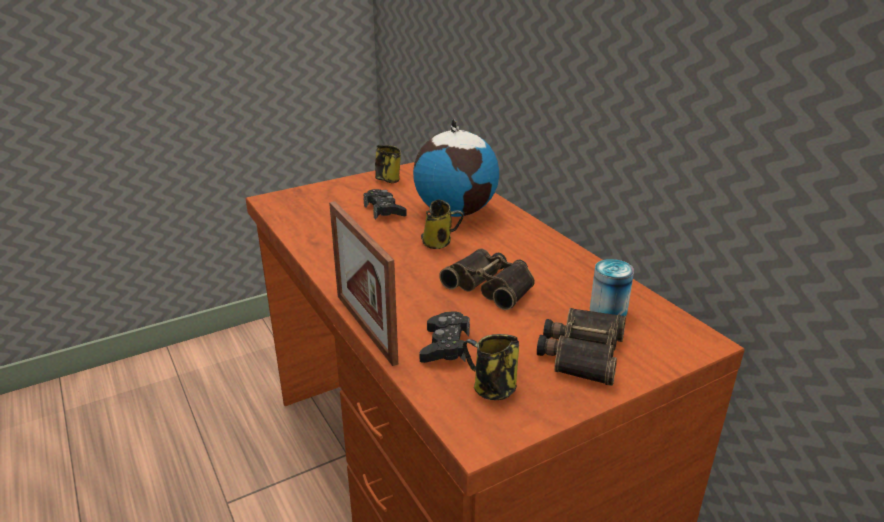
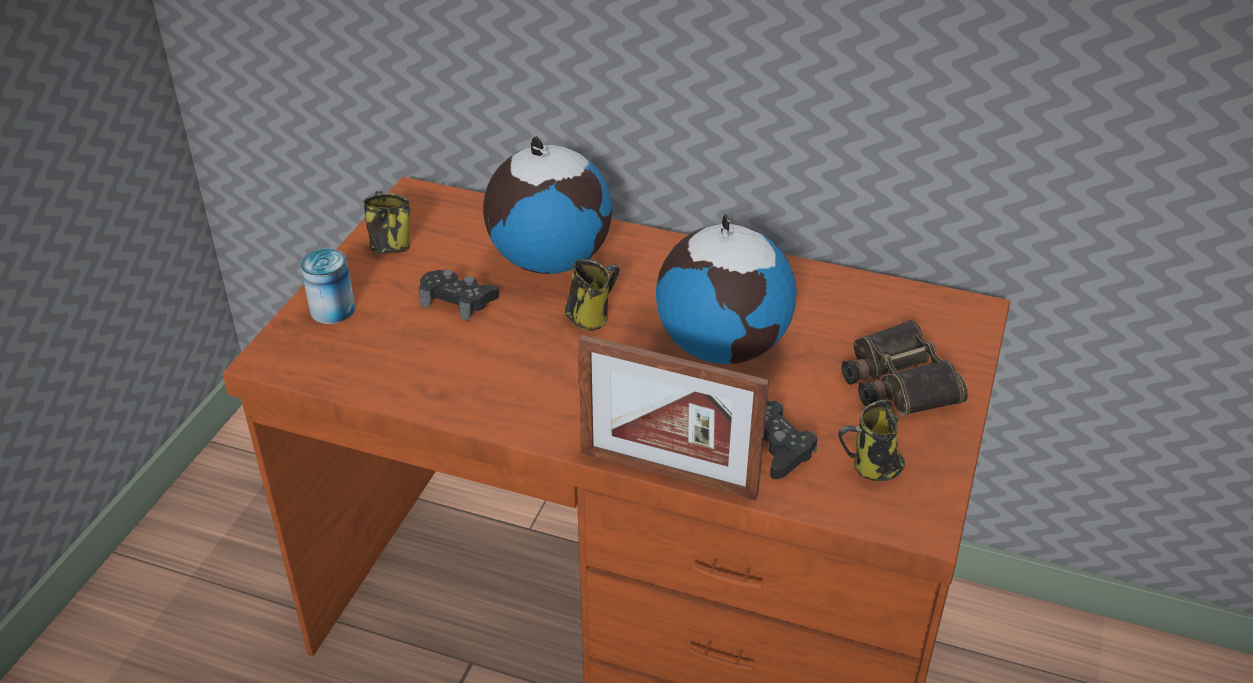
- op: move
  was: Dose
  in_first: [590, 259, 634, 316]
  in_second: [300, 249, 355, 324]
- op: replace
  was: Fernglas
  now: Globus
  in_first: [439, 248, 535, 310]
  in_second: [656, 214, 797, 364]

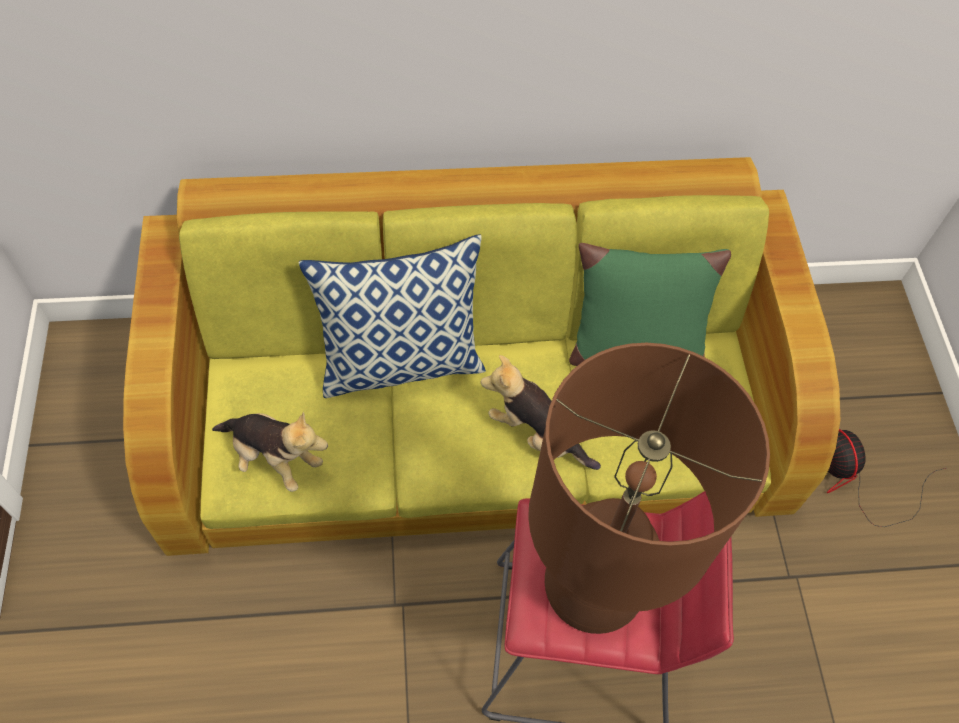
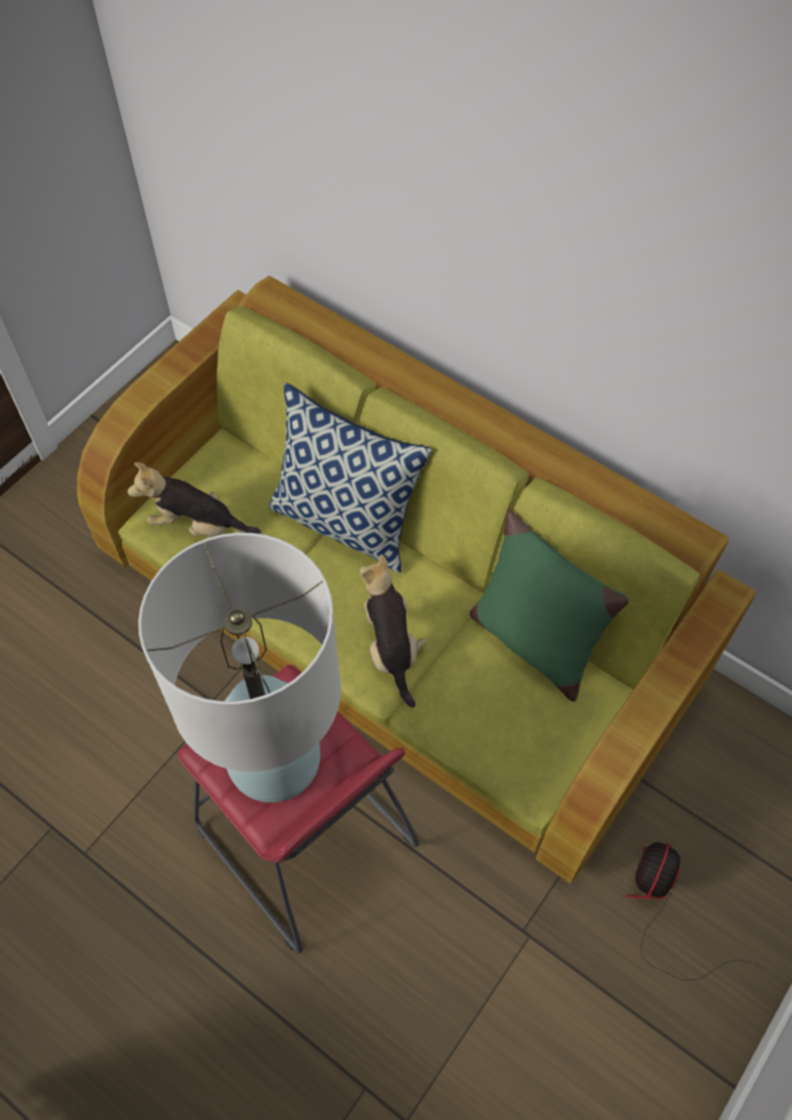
- op: rotate
  was: Plüschtier
  in_first: [212, 412, 328, 492]
  in_second: [128, 462, 261, 537]
  clockwise: 120
- op: recolor
  was: Tischlampe (braun)
  now: Tischlampe (weiß)
  in_first: [528, 343, 770, 634]
  in_second: [138, 533, 341, 803]

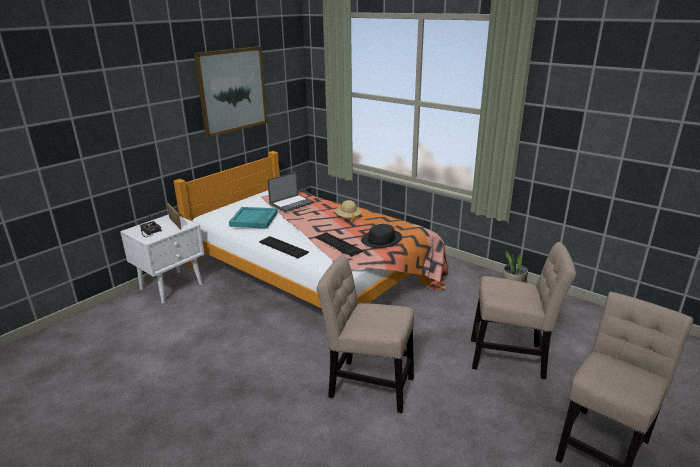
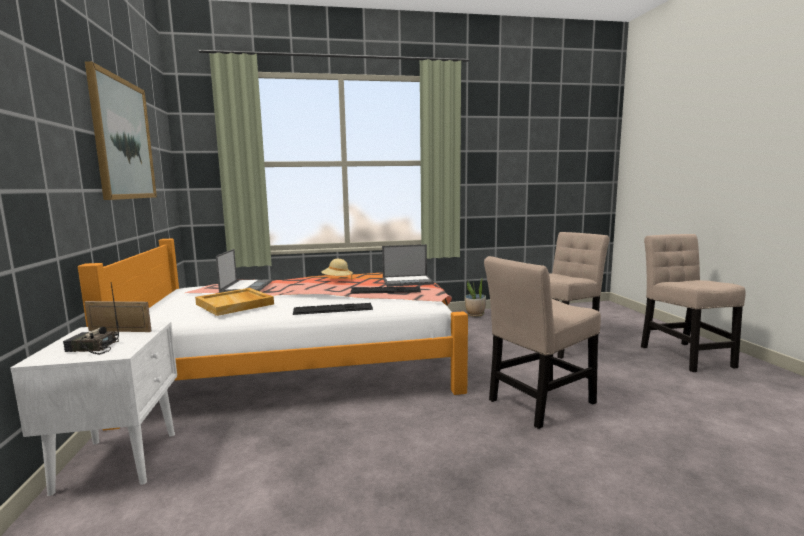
- op: recolor
  was: Tablett (türkis)
  now: Tablett (beige)
  in_first: [229, 207, 278, 229]
  in_second: [195, 288, 274, 316]
- op: replace
  was: Hut (schwarz)
  now: Laptop
  in_first: [361, 224, 402, 248]
  in_second: [382, 244, 434, 287]

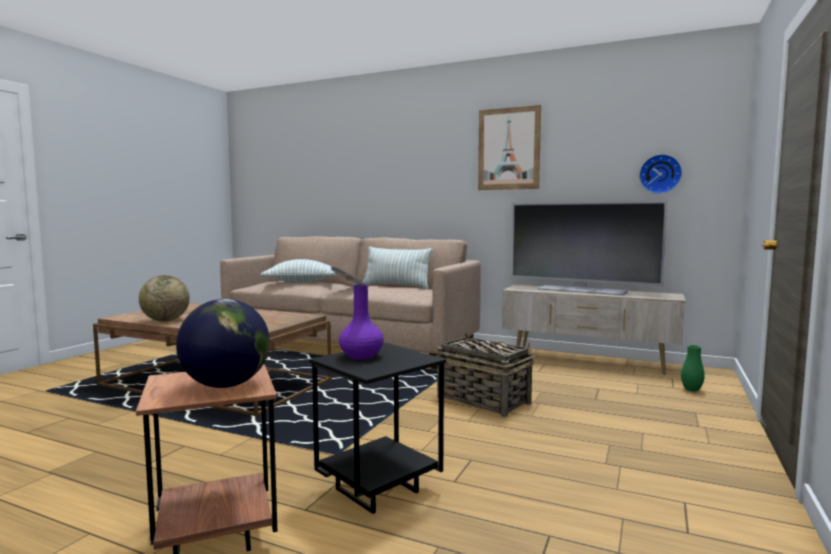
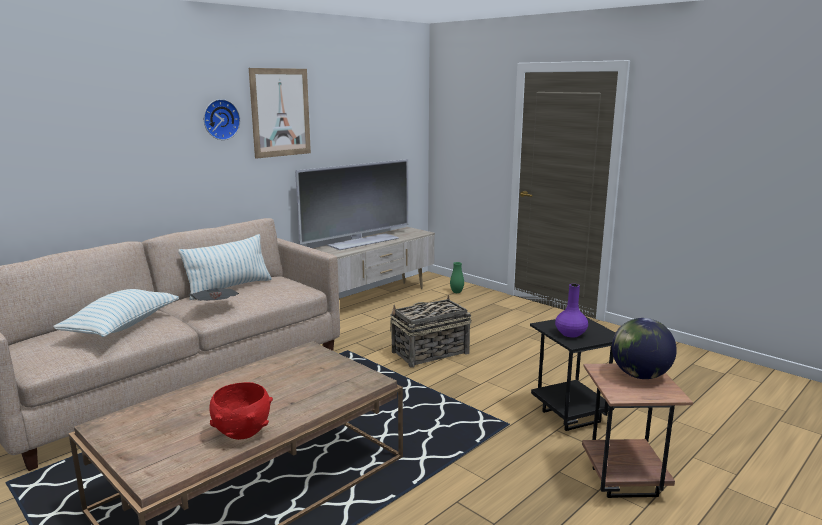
- op: move
  was: Wanduhr
  in_first: [639, 154, 682, 194]
  in_second: [204, 99, 240, 140]
- op: replace
  was: Globus
  now: Schüssel (rot)
  in_first: [139, 275, 190, 321]
  in_second: [210, 382, 273, 440]

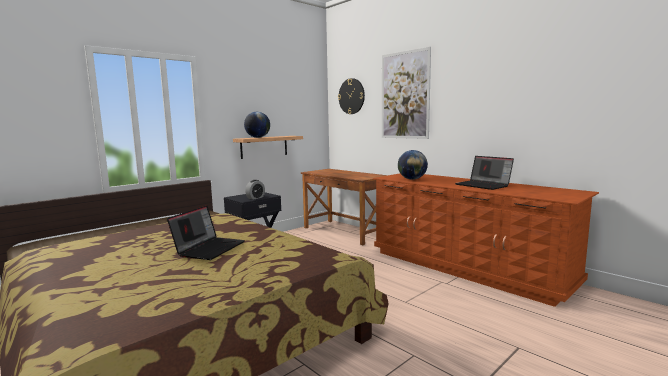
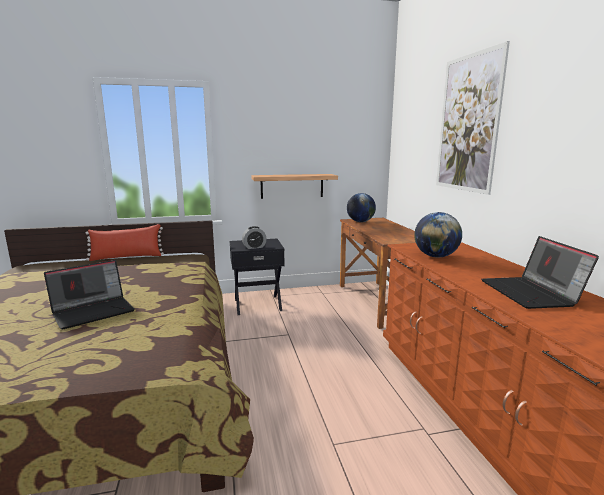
- op: insert
  now: Kissen (rot)
  in_second: [86, 224, 164, 261]
- op: move
  was: Globus
  in_first: [244, 112, 270, 138]
  in_second: [347, 193, 376, 222]
- op: delete
  was: Wanduhr
  in_first: [338, 78, 365, 114]

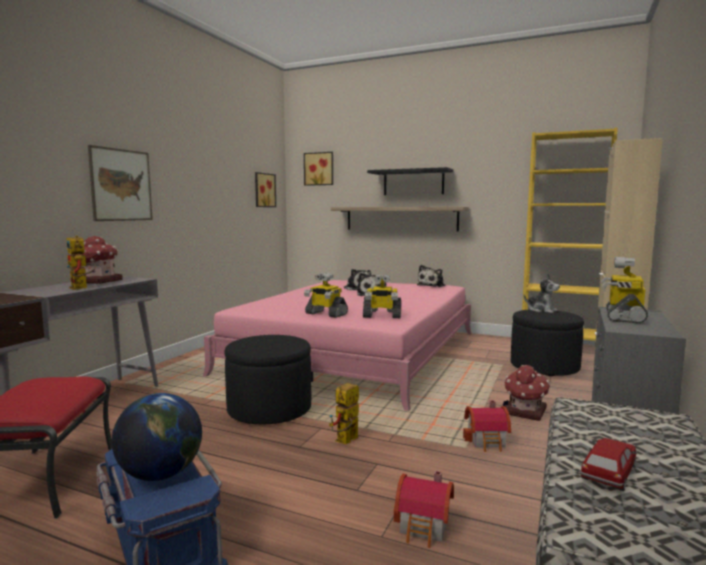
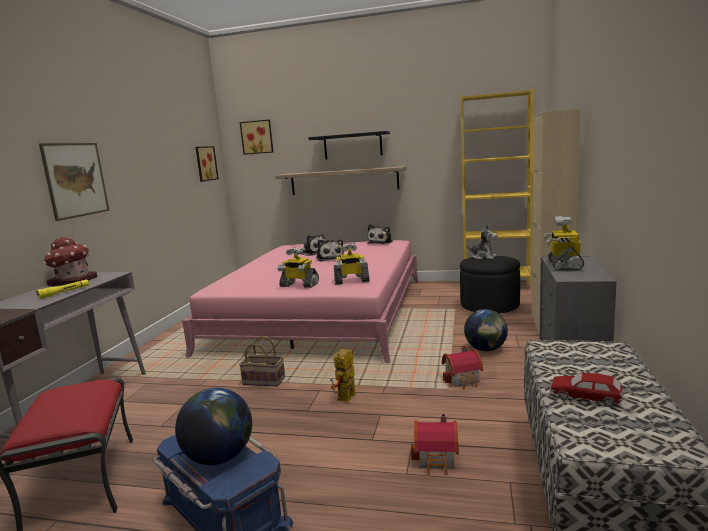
- op: replace
  was: Spielzeugroboter
  now: Taschenlampe (gelb)
  in_first: [67, 235, 96, 290]
  in_second: [36, 280, 89, 299]
- op: replace
  was: Polsterhocker (schwarz)
  now: Korb
  in_first: [224, 335, 311, 424]
  in_second: [239, 336, 285, 387]
- op: replace
  was: Spielzeughaus
  now: Globus
  in_first: [502, 365, 550, 421]
  in_second: [464, 309, 508, 351]
- op: rotate
  was: Spielzeugauto
  in_first: [580, 438, 637, 491]
  in_second: [550, 373, 623, 407]
  clockwise: -90

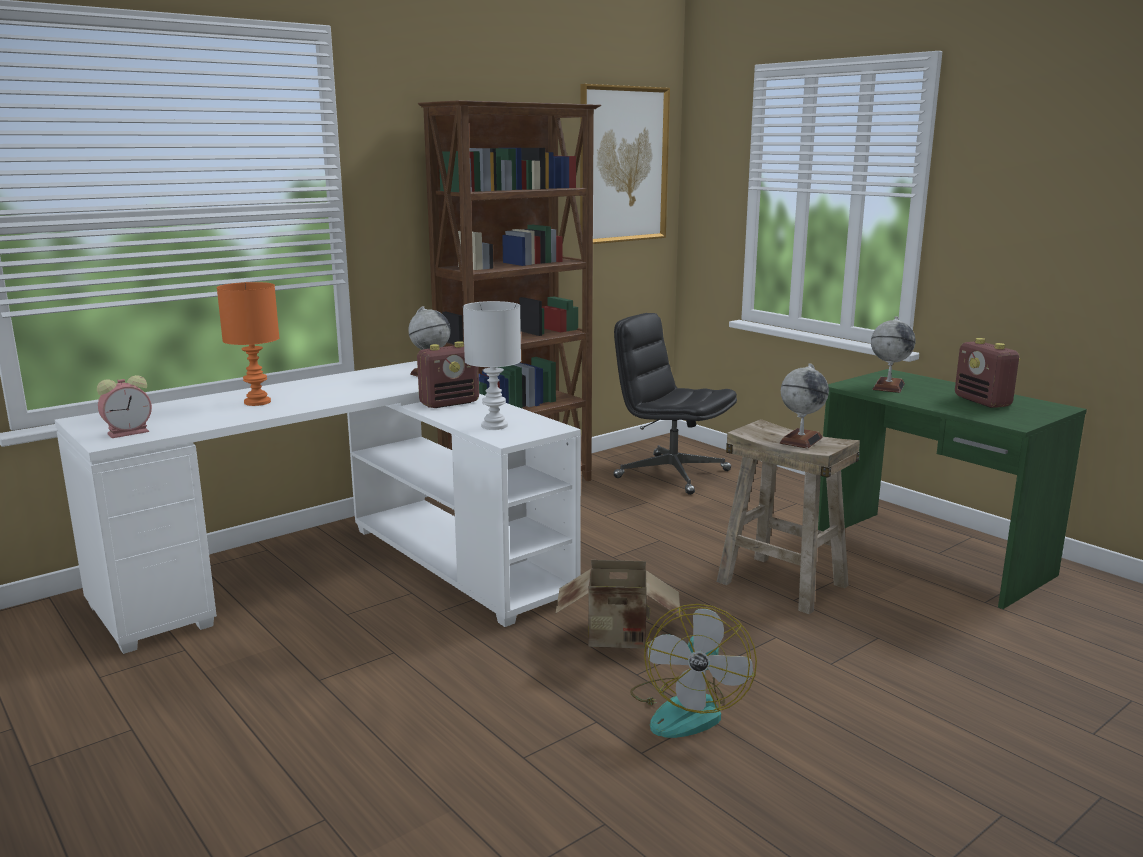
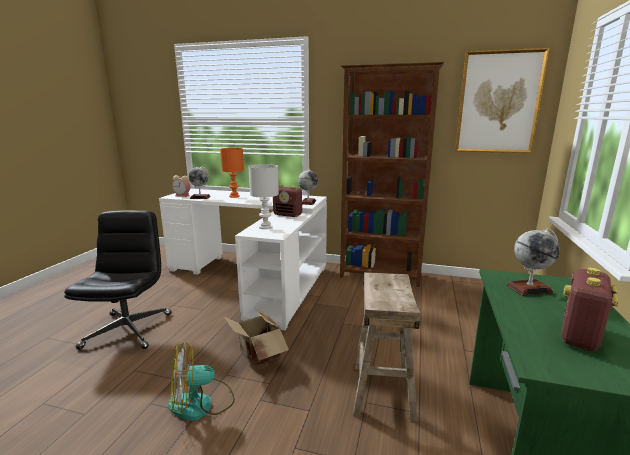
- op: move
  was: Bürostuhl (schwarz)
  in_first: [613, 313, 737, 495]
  in_second: [64, 210, 172, 350]
- op: move
  was: Globus
  in_first: [779, 363, 829, 449]
  in_second: [188, 166, 211, 199]

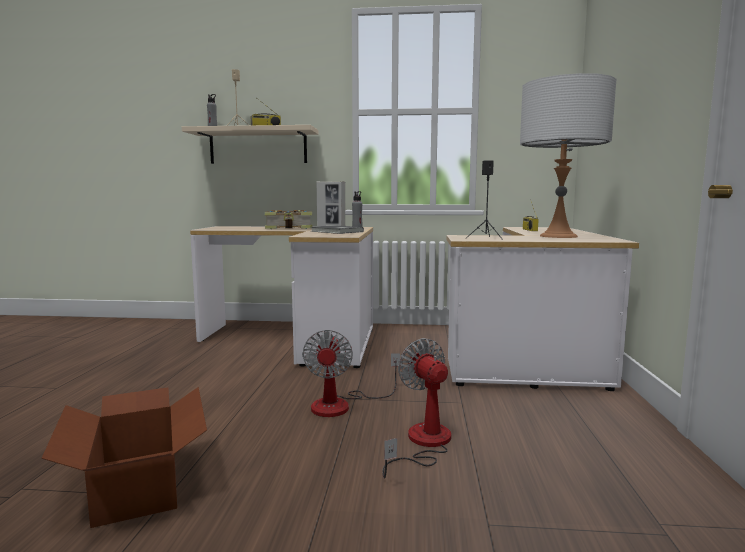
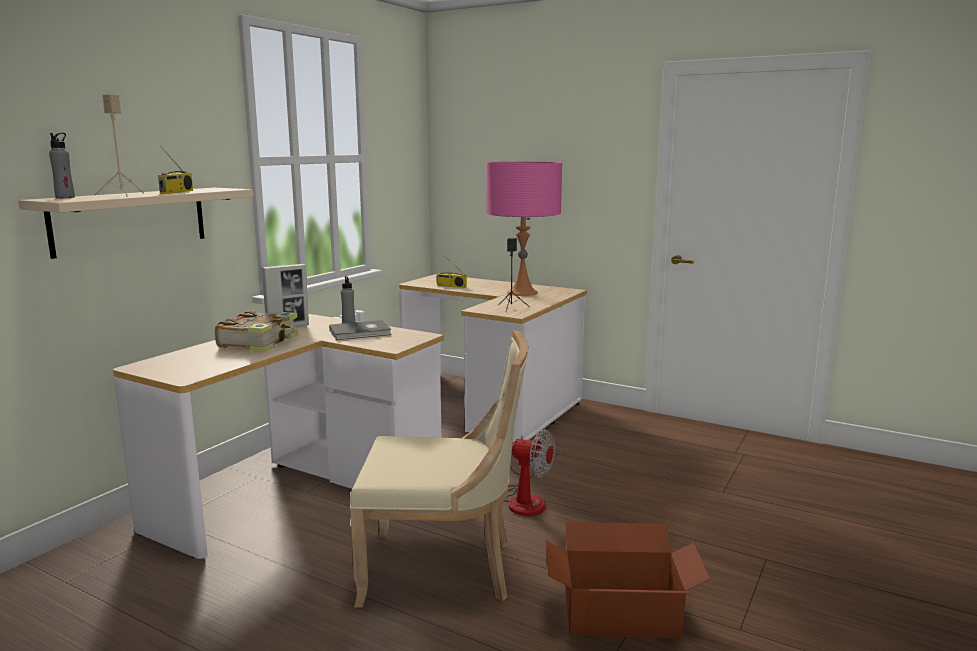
- op: insert
  now: Stuhl (beige)
  in_second: [350, 330, 529, 608]
- op: recolor
  was: Tischlampe (weiß)
  now: Tischlampe (rosa)
  in_first: [520, 73, 616, 238]
  in_second: [486, 162, 562, 296]
- op: delete
  was: Ventilator
  in_first: [382, 338, 451, 479]

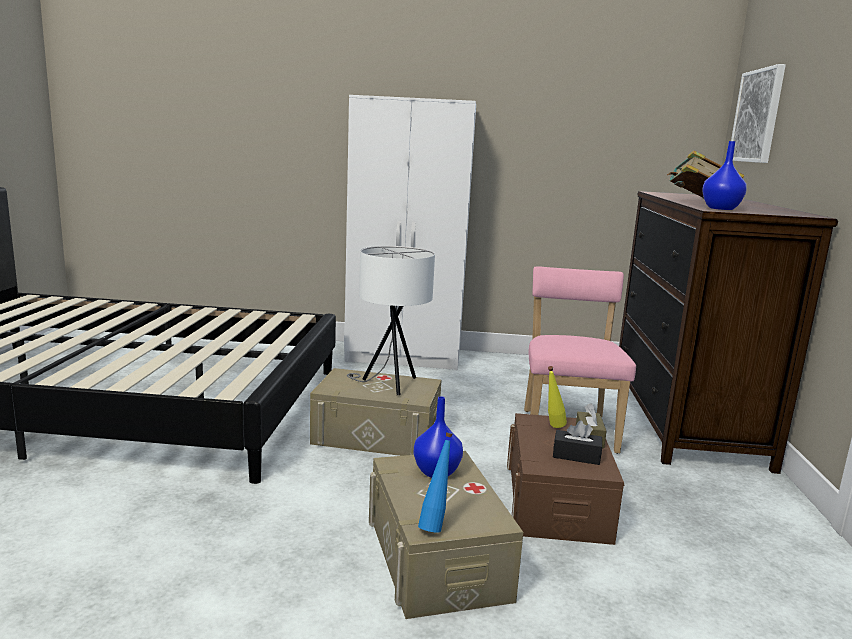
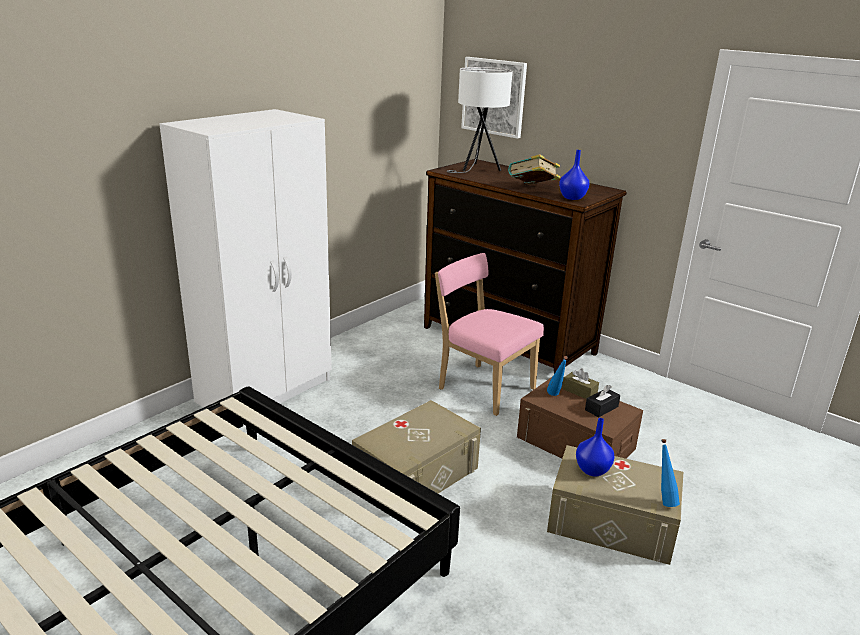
- op: move
  was: Tischlampe (weiß)
  in_first: [347, 246, 435, 395]
  in_second: [447, 67, 513, 173]
- op: recolor
  was: Flasche (gelb)
  now: Flasche (blau)
  in_first: [548, 366, 567, 428]
  in_second: [547, 356, 568, 396]

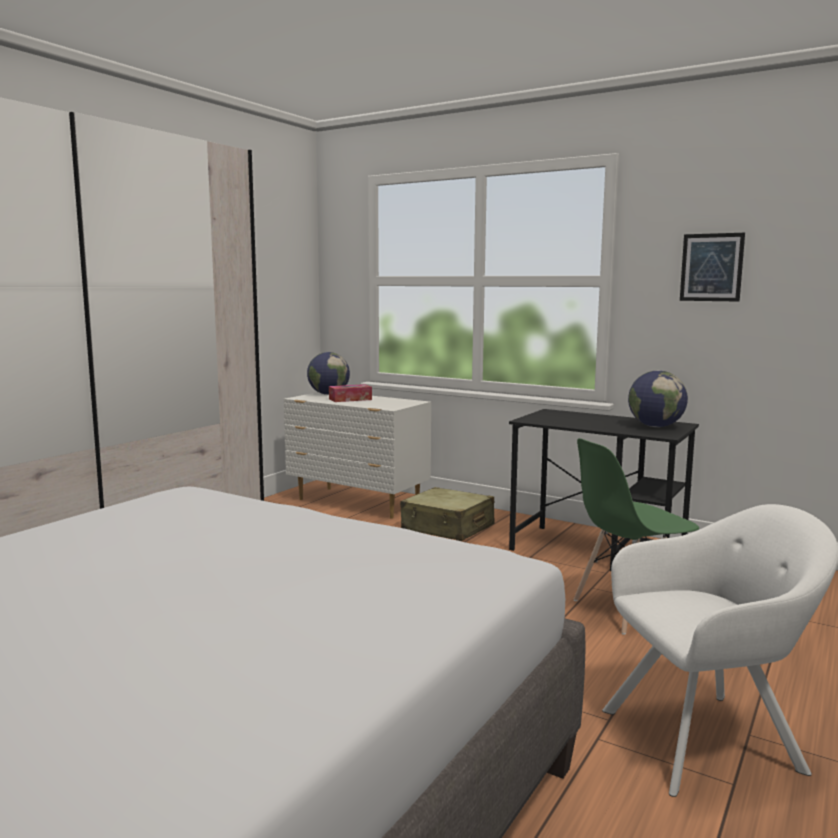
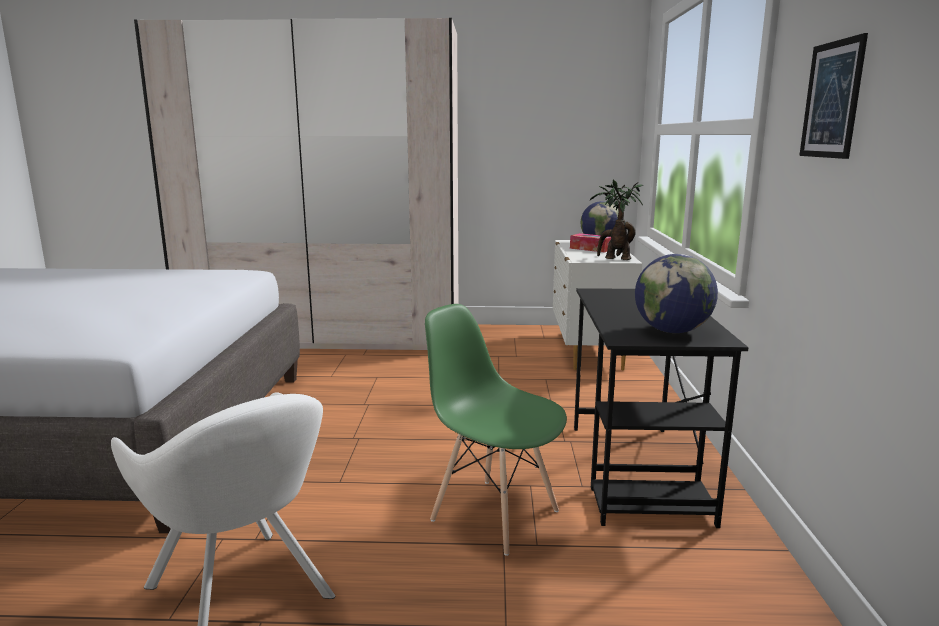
- op: insert
  now: Topfpflanze
  in_second: [590, 179, 643, 260]
- op: delete
  was: Koffer (beige)
  in_first: [400, 487, 495, 541]

